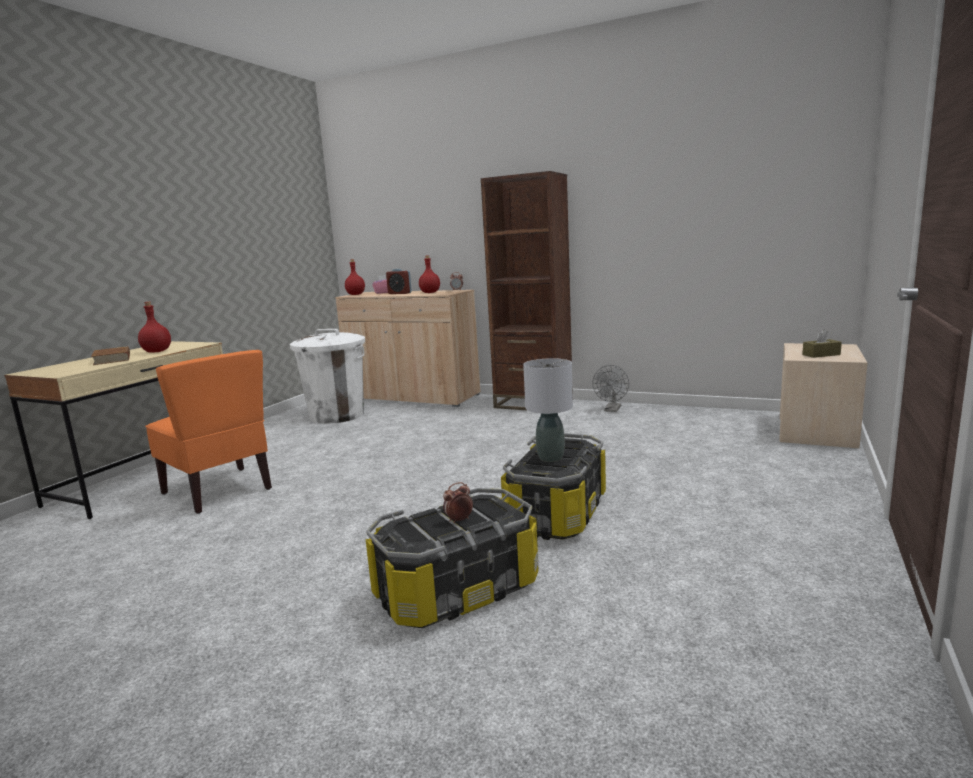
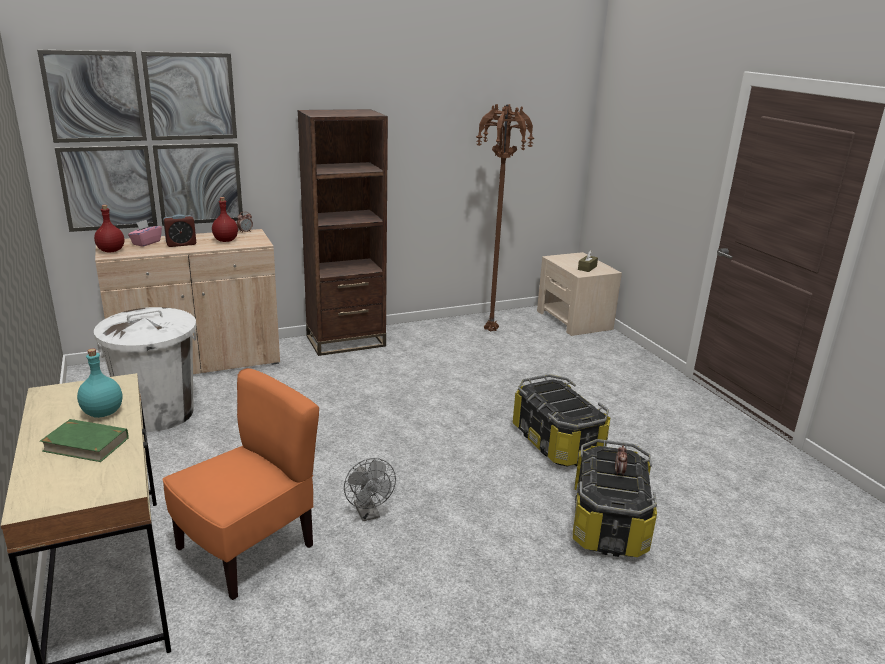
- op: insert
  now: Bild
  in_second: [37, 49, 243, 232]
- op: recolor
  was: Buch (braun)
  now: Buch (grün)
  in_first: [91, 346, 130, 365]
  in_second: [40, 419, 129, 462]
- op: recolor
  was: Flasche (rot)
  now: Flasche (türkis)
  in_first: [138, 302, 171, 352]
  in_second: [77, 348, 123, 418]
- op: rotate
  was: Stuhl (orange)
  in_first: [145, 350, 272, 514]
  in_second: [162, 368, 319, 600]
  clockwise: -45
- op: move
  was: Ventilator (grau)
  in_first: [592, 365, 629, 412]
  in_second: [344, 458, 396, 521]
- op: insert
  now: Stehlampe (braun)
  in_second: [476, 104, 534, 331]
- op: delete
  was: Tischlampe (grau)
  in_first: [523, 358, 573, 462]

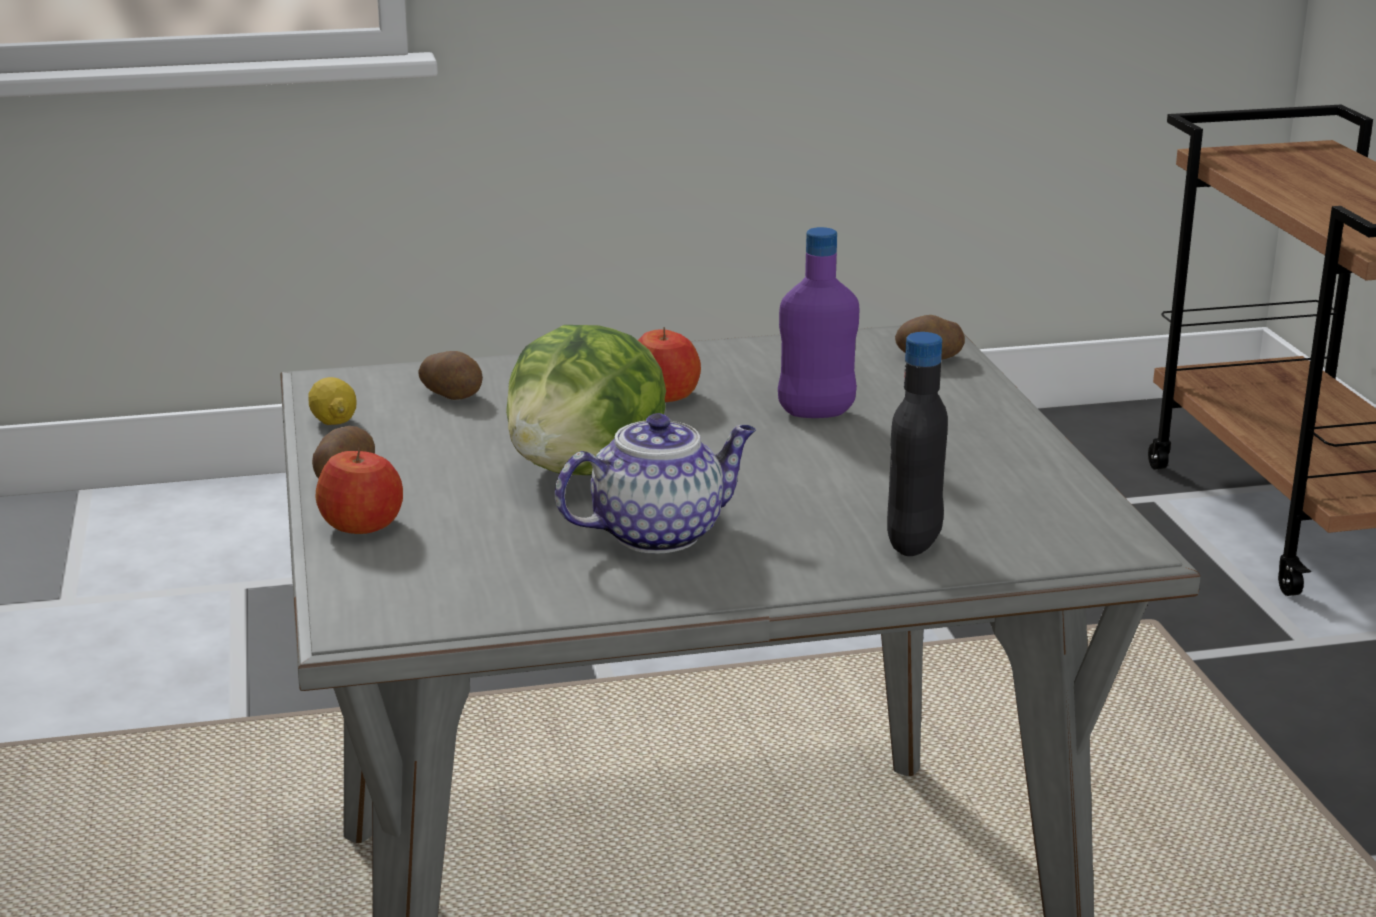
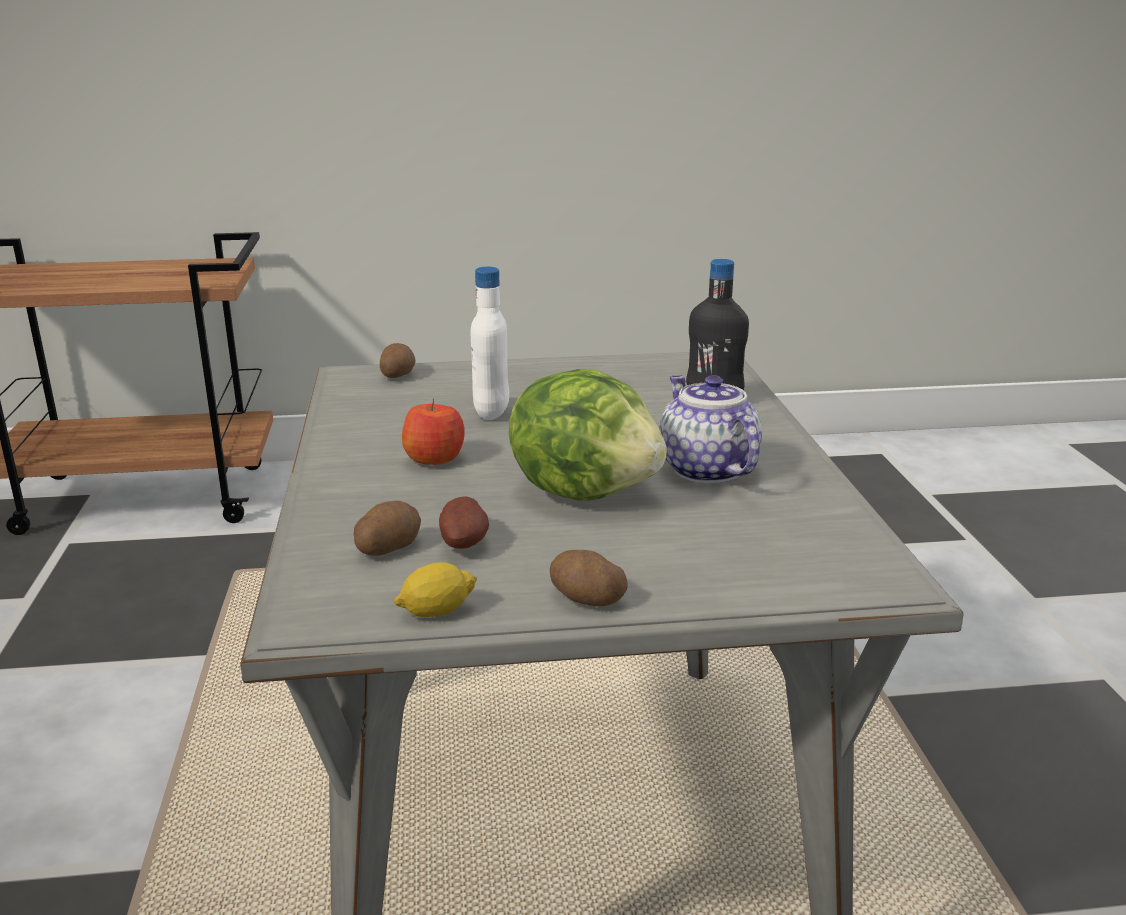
- op: insert
  now: Kartoffel
  in_second: [439, 496, 489, 549]
- op: recolor
  was: Flasche (lila)
  now: Flasche (weiß)
  in_first: [778, 227, 859, 418]
  in_second: [471, 267, 509, 420]
- op: delete
  was: Apfel
  in_first: [315, 447, 403, 534]

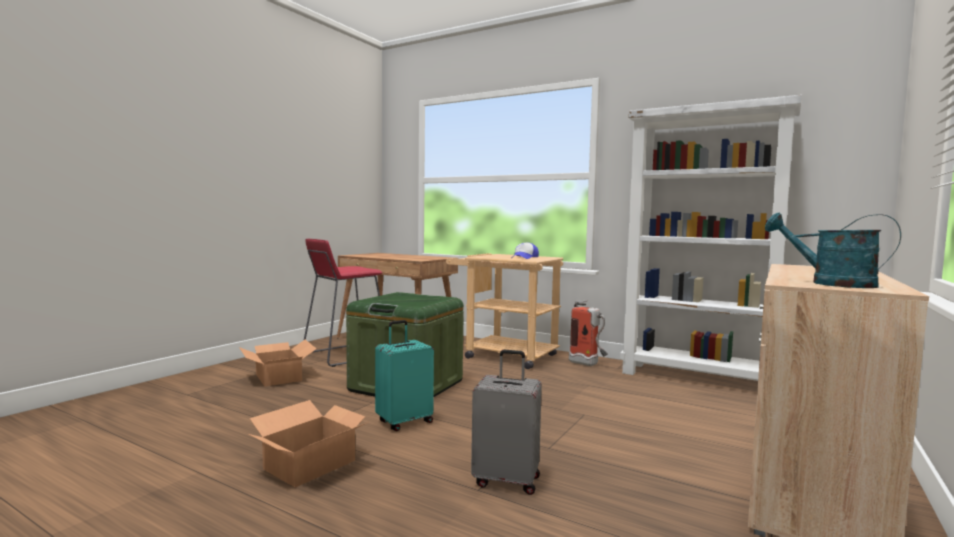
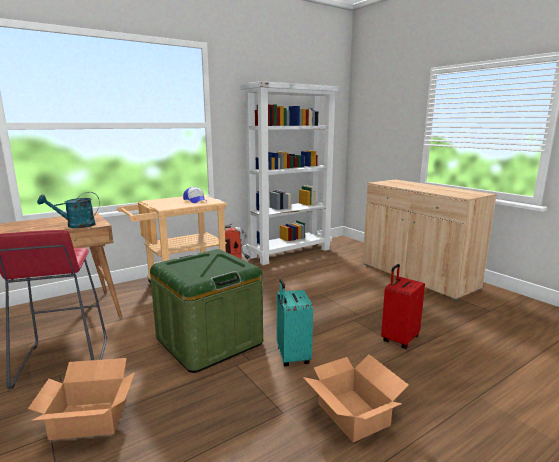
- op: move
  was: Gießkanne (türkis)
  in_first: [765, 213, 901, 288]
  in_second: [37, 192, 100, 228]
- op: recolor
  was: Koffer (grau)
  now: Koffer (rot)
  in_first: [471, 350, 542, 495]
  in_second: [381, 264, 425, 349]

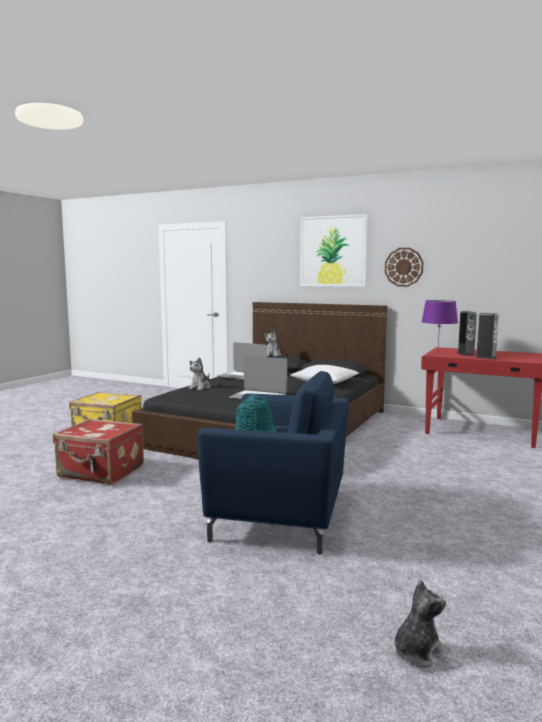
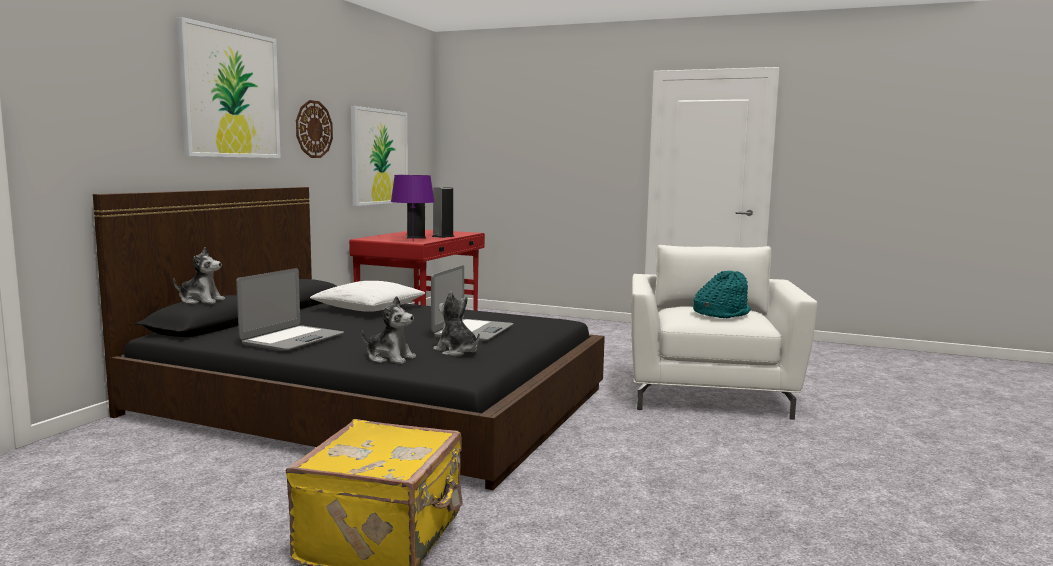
- op: insert
  now: Bild
  in_second: [351, 106, 408, 206]
- op: move
  was: Plüschtier
  in_first: [393, 579, 446, 668]
  in_second: [433, 291, 480, 356]
- op: recolor
  was: Sessel (blau)
  now: Sessel (weiß)
  in_first: [197, 371, 349, 555]
  in_second: [631, 245, 817, 420]
- op: delete
  was: Koffer (rot)
  in_first: [53, 419, 144, 485]

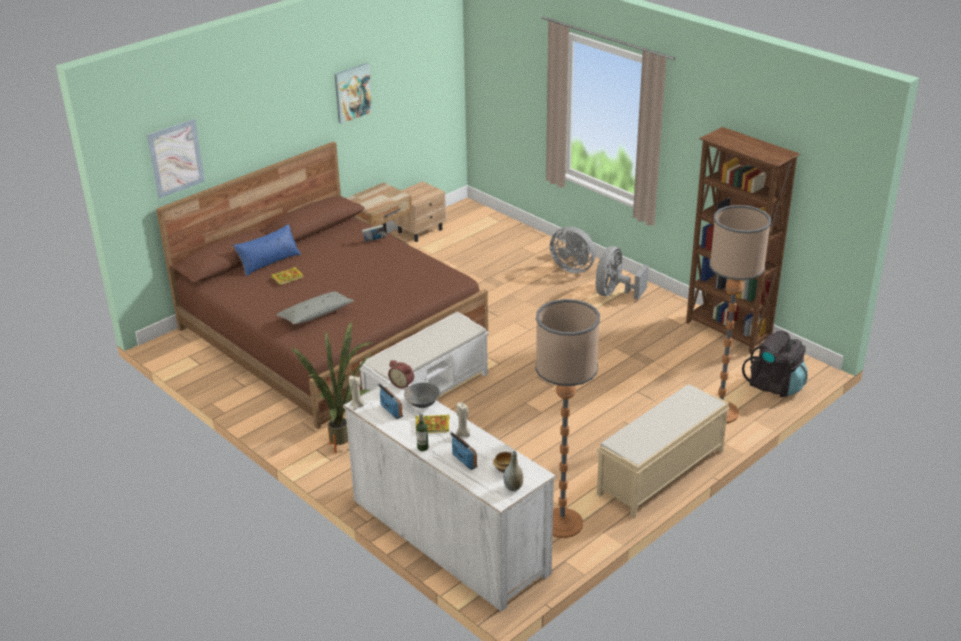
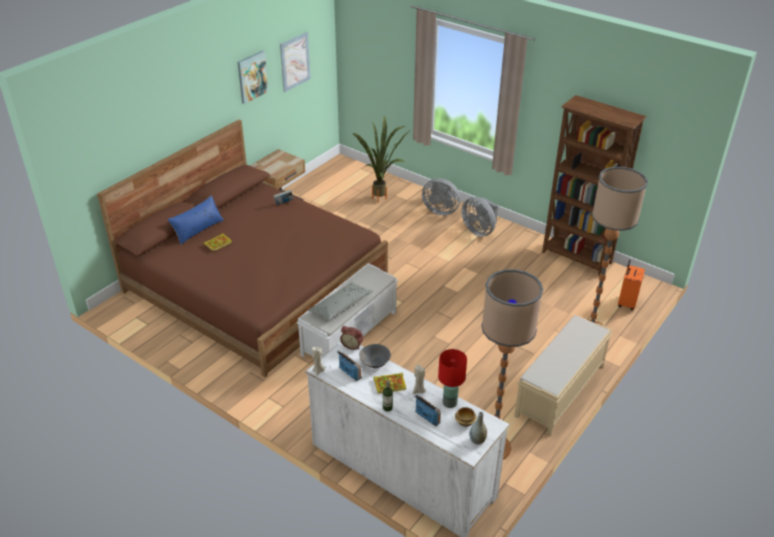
- op: move
  was: Bild
  in_first: [147, 119, 205, 198]
  in_second: [280, 32, 311, 92]
- op: move
  was: Kissen (grau)
  in_first: [276, 291, 354, 324]
  in_second: [308, 282, 373, 320]
- op: move
  was: Topfpflanze
  in_first: [291, 321, 375, 454]
  in_second: [353, 116, 409, 203]
- op: insert
  now: Tischlampe (rot)
  in_second: [438, 349, 467, 408]
- op: rotate
  was: Ventilator (grau)
  in_first: [596, 246, 649, 300]
  in_second: [462, 197, 498, 237]
  clockwise: -60
- op: replace
  was: Rucksack (schwarz)
  now: Koffer (orange)
  in_first: [742, 331, 807, 397]
  in_second: [618, 260, 645, 310]
- op: delete
  was: Nachttisch (beige)
  in_first: [393, 181, 446, 242]

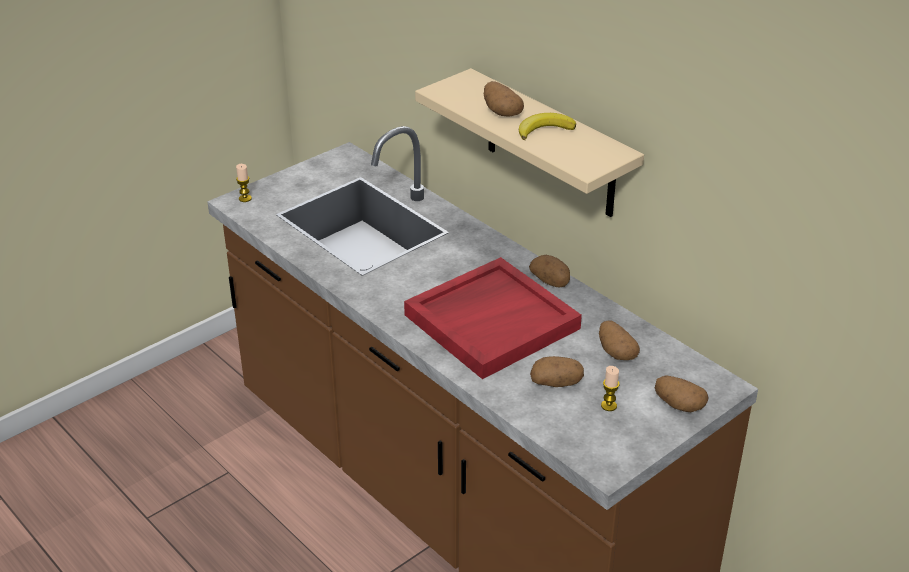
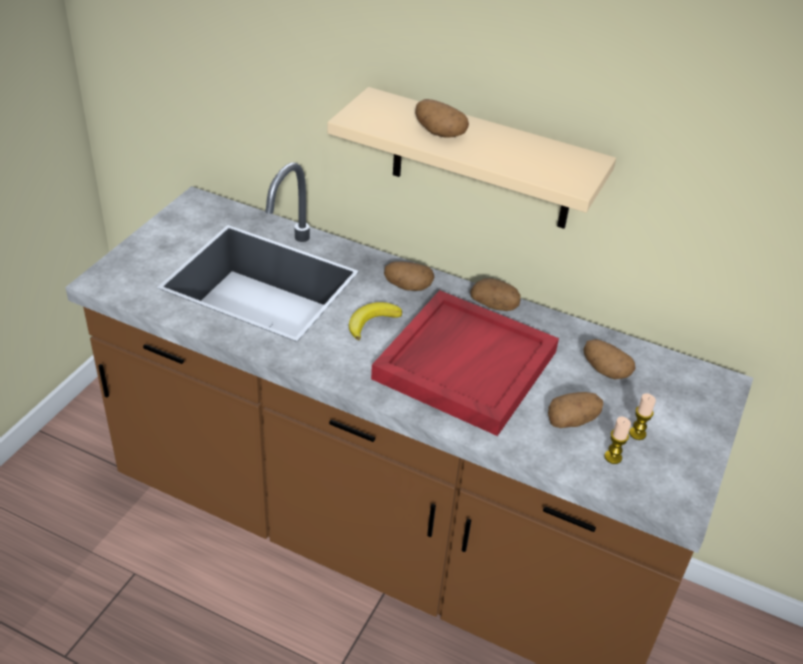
- op: move
  was: Banane
  in_first: [519, 113, 576, 140]
  in_second: [349, 302, 402, 340]
- op: move
  was: Kartoffel
  in_first: [655, 375, 709, 412]
  in_second: [384, 261, 434, 291]
- op: move
  was: Kerze
  in_first: [236, 164, 252, 202]
  in_second: [604, 416, 631, 464]

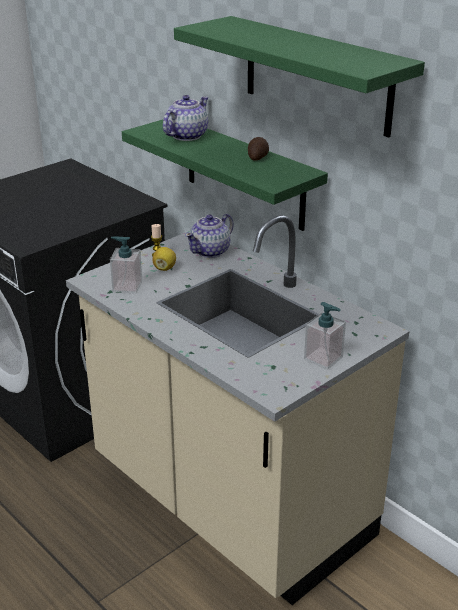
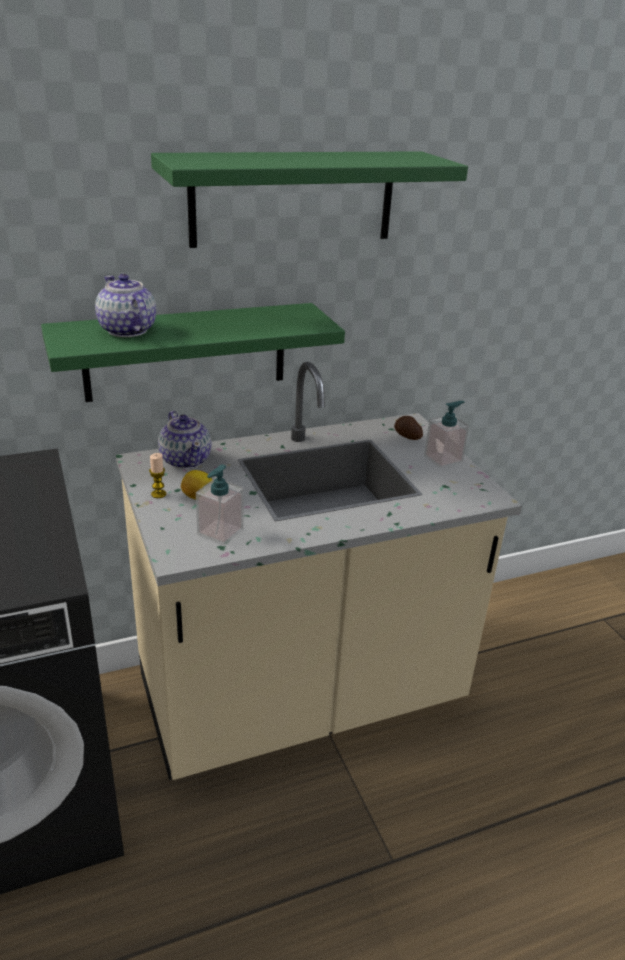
- op: move
  was: Kartoffel
  in_first: [248, 137, 269, 161]
  in_second: [394, 416, 423, 440]

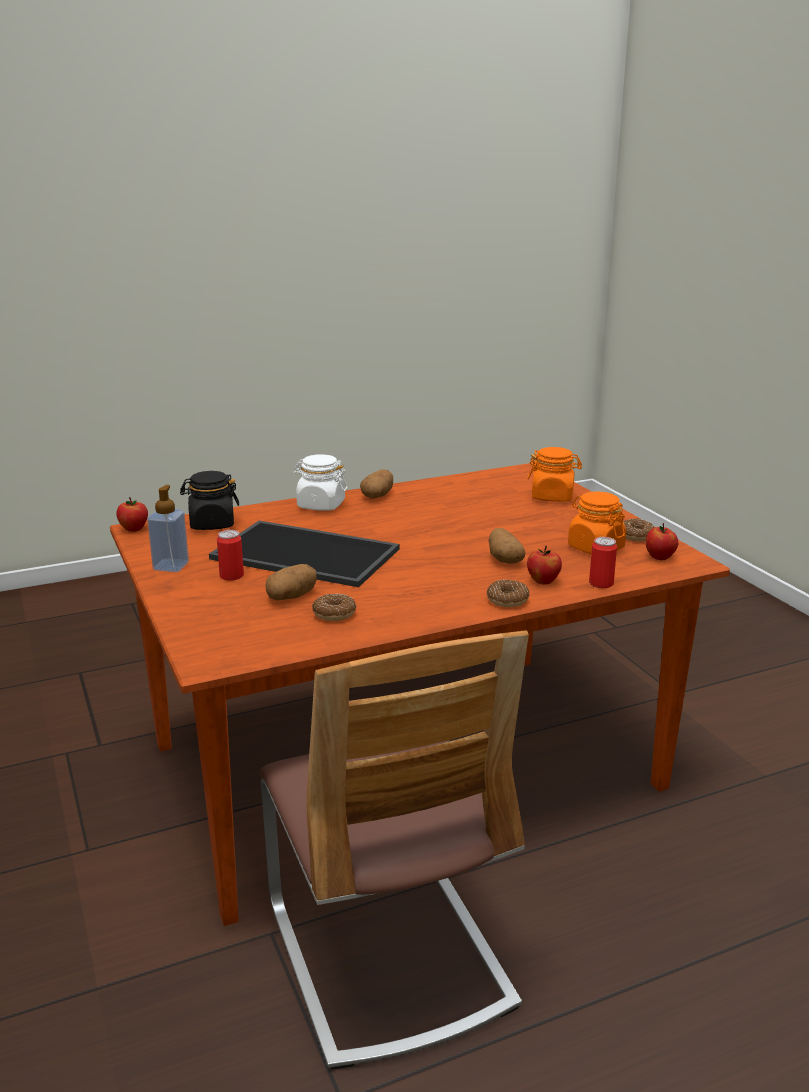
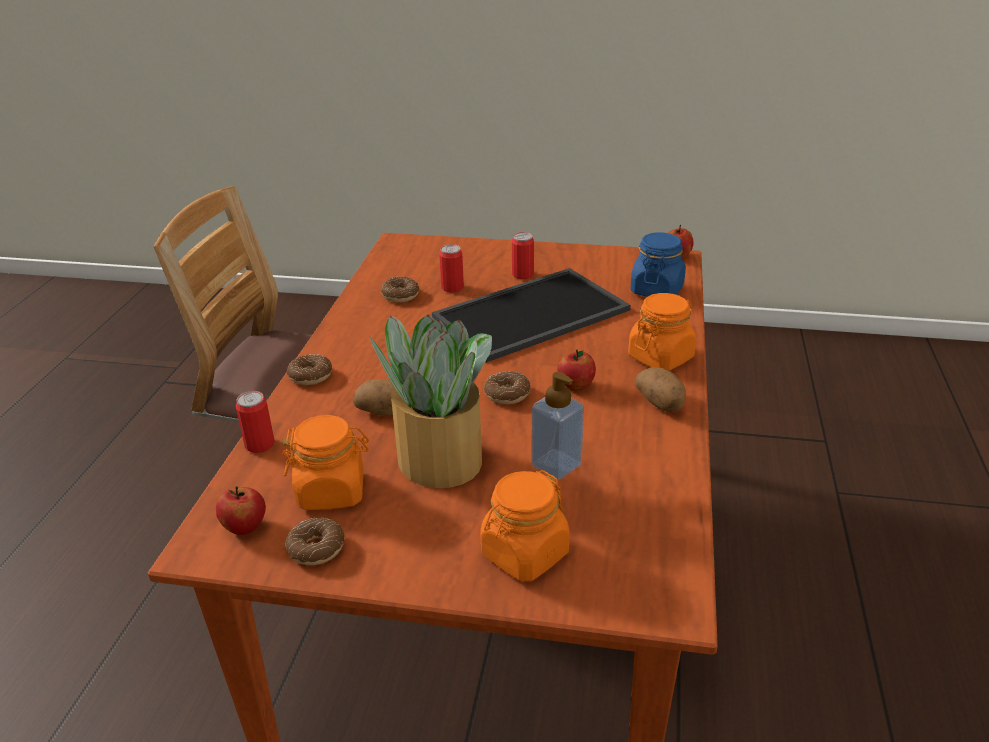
- op: insert
  now: Topfpflanze
  in_second: [370, 314, 492, 488]
- op: replace
  was: Kartoffel
  now: Dose
  in_first: [266, 564, 317, 600]
  in_second: [439, 244, 464, 293]
- op: insert
  now: Donut
  in_second: [484, 371, 531, 404]
- op: move
  was: Seifenspender
  in_first: [147, 485, 189, 572]
  in_second: [532, 372, 584, 480]
- op: move
  was: Apfel
  in_first: [527, 546, 562, 585]
  in_second: [557, 350, 596, 391]
- op: recolor
  was: Vorratsglas (weiß)
  now: Vorratsglas (orange)
  in_first: [293, 454, 347, 511]
  in_second: [628, 293, 696, 371]
- op: recolor
  was: Vorratsglas (schwarz)
  now: Vorratsglas (blau)
  in_first: [180, 471, 239, 530]
  in_second: [630, 232, 686, 297]

